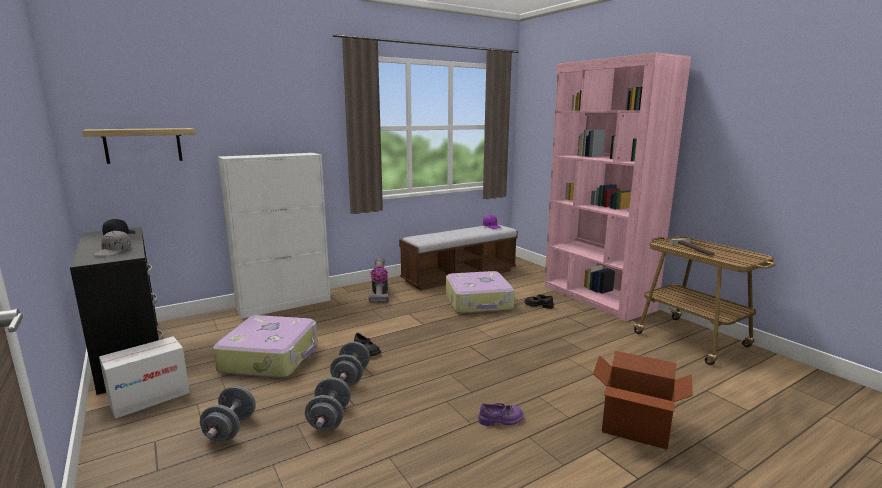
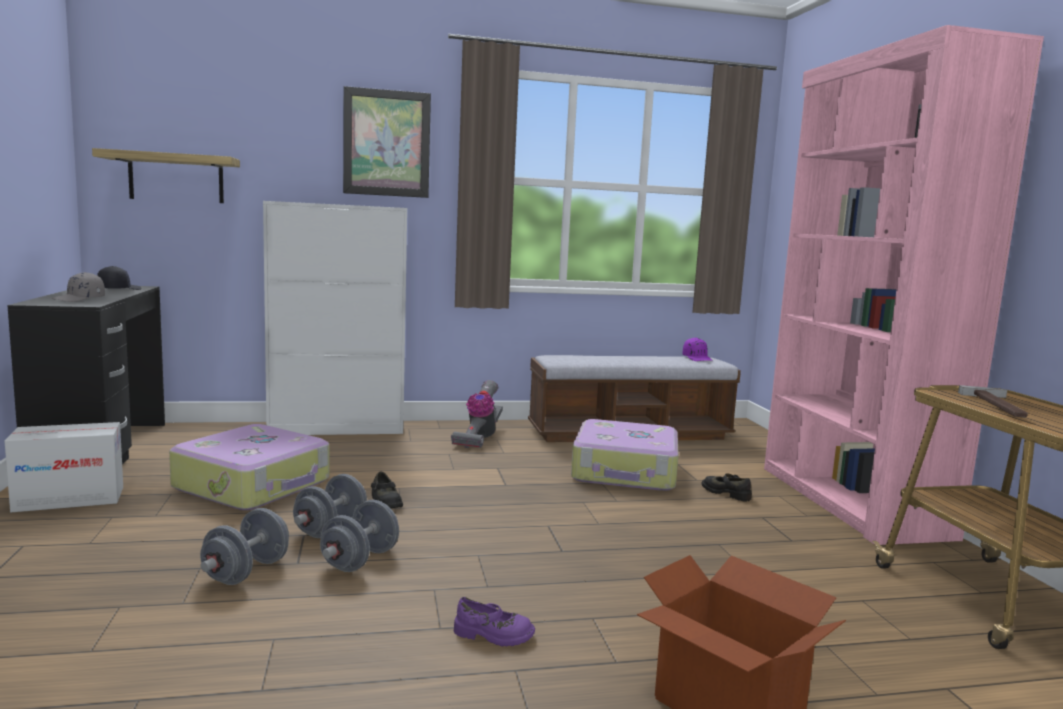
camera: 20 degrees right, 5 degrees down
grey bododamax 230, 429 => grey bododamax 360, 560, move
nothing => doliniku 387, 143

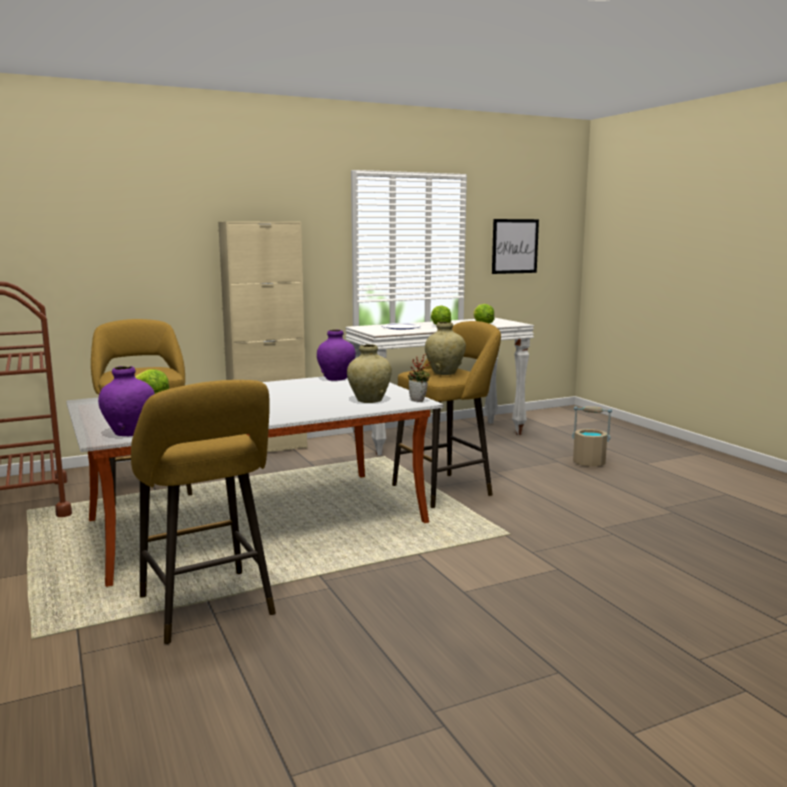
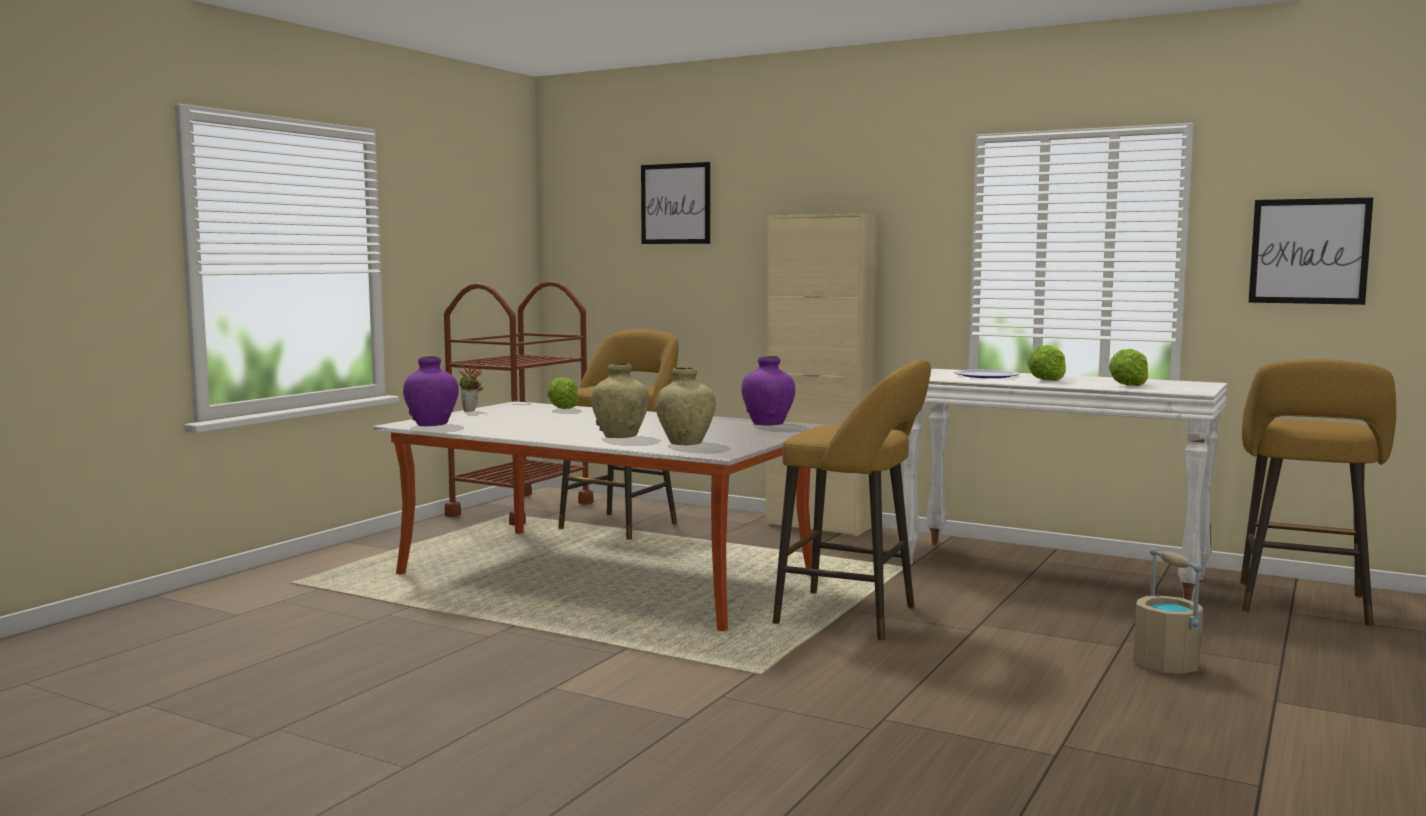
camera: 55 degrees right, 5 degrees down
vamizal 419, 400 => vamizal 471, 411, move
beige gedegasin 444, 373 => beige gedegasin 620, 436, move
nothing => doliniku 675, 204
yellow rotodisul 209, 609 => yellow rotodisul 1303, 605, move

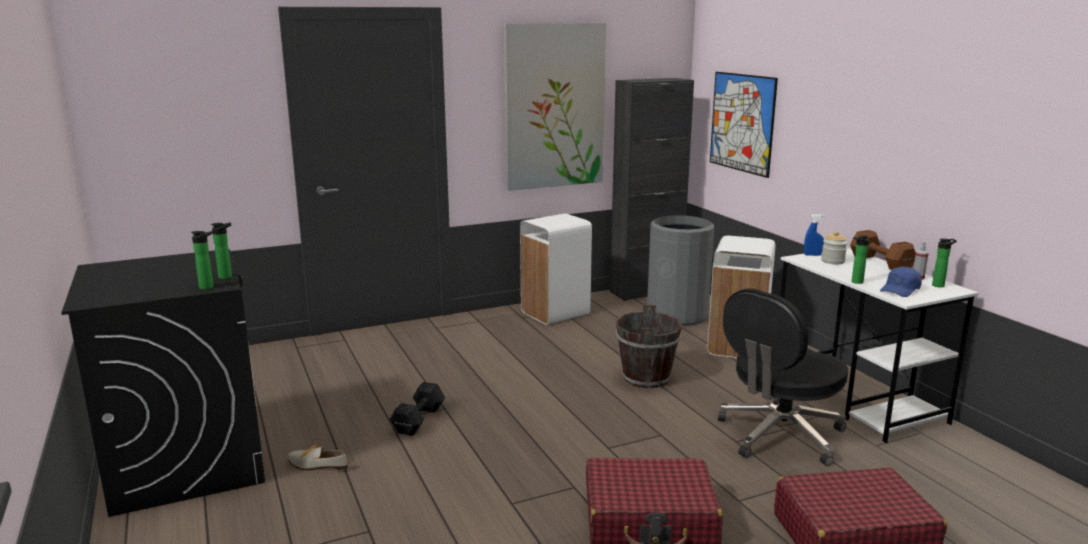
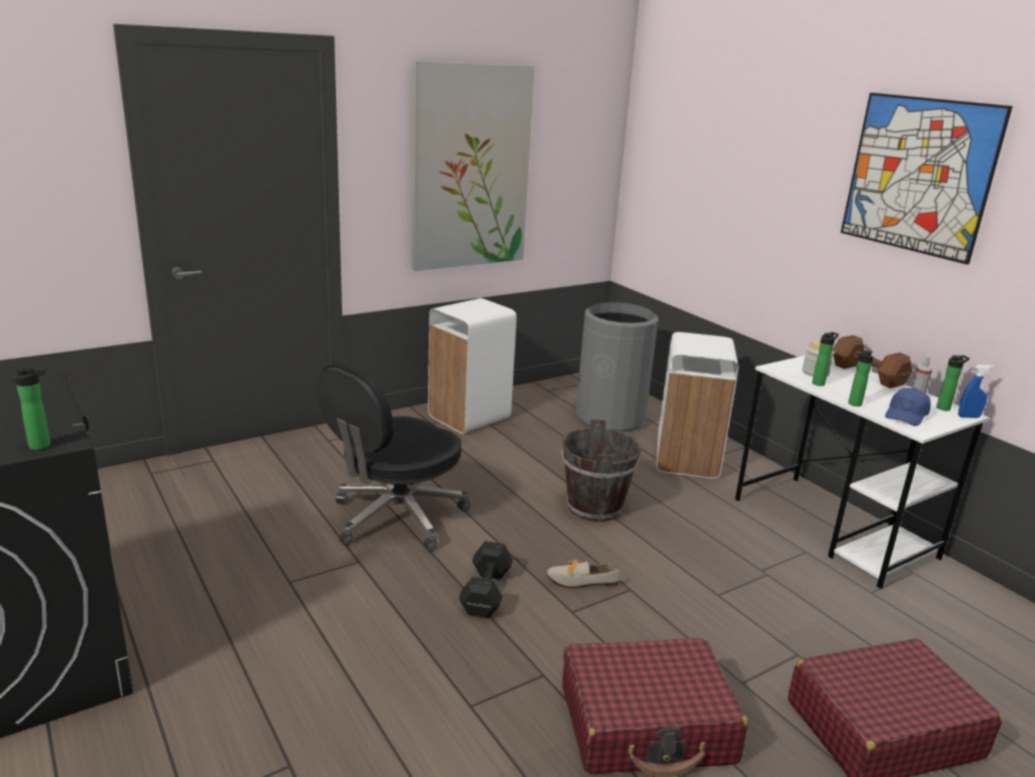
camera: 10 degrees left, 5 degrees up
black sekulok 779, 435 => black sekulok 396, 518, move
black bododamax 417, 421 => black bododamax 484, 594, move
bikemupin 315, 464 => bikemupin 577, 581, move
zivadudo 227, 277 => zivadudo 819, 383, move
doliniku 742, 122 => doliniku 918, 175, move
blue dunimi 812, 255 => blue dunimi 968, 417, move
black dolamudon 646, 291 => nothing

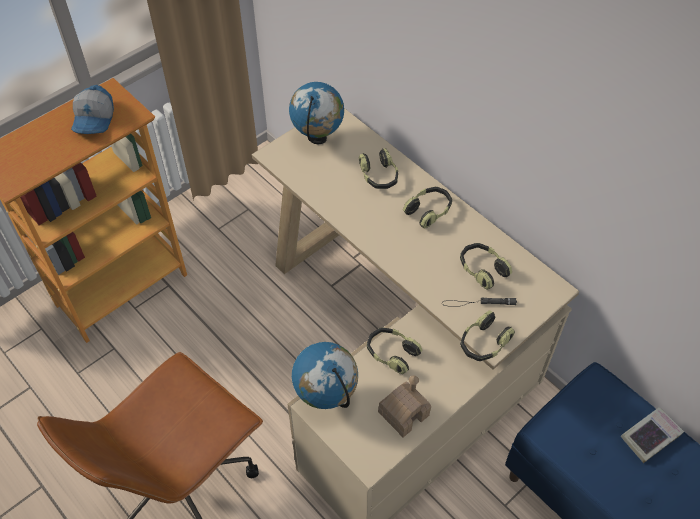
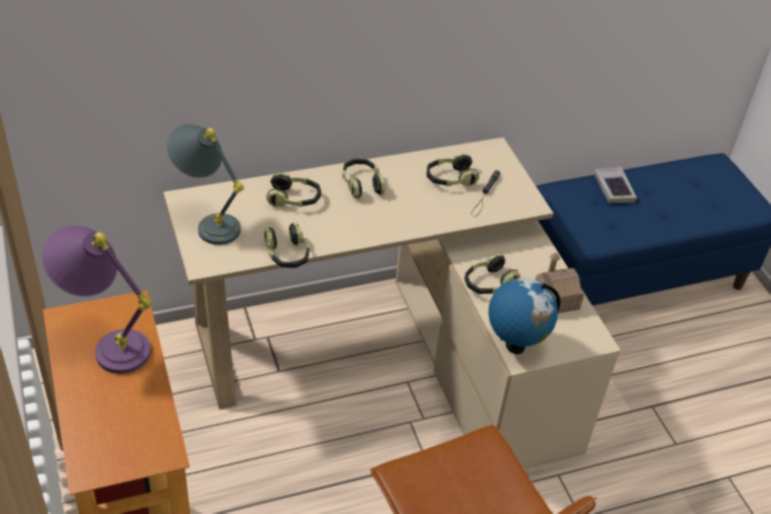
camera: 70 degrees left, 10 degrees down
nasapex 95, 119 => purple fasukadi 107, 344
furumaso 318, 139 => grey fasukadi 208, 222
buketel 484, 343 => buketel 287, 255, move

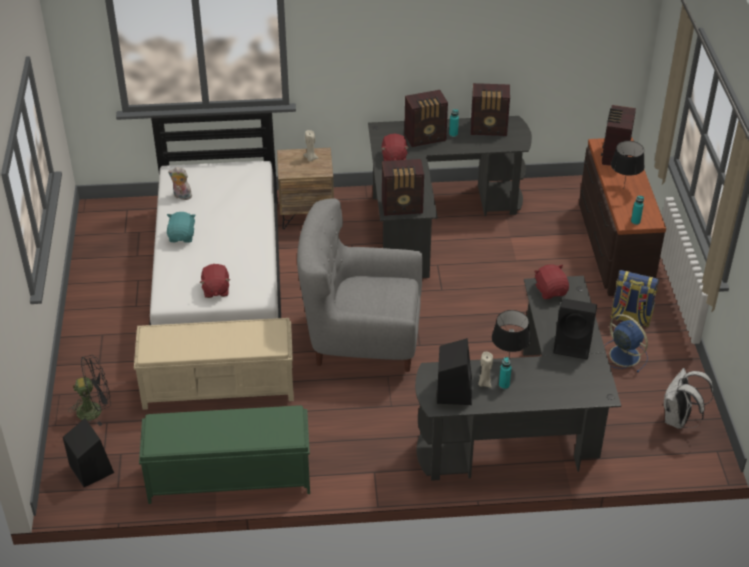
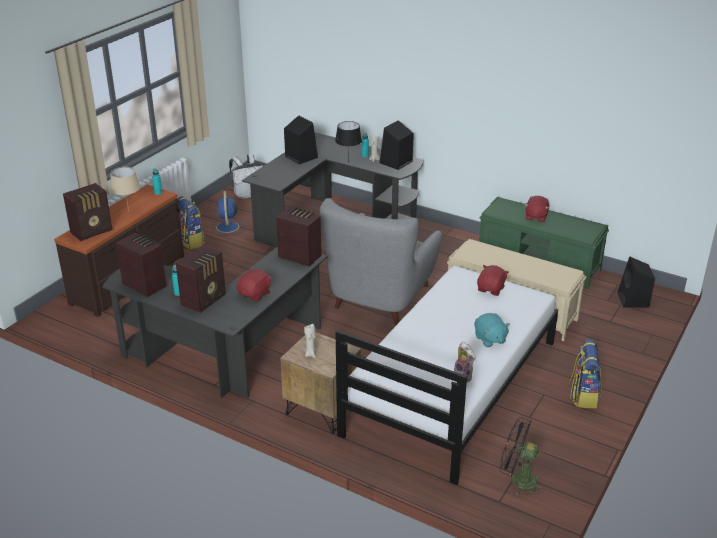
camera: 145 degrees left, 10 degrees down
black fasukadi 623, 189 => beige fasukadi 129, 211
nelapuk 426, 138 => nelapuk 205, 299, 105 degrees clockwise
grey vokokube 361, 339 => grey vokokube 380, 298, 75 degrees clockwise
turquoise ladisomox 182, 236 => turquoise ladisomox 490, 339, 60 degrees counterclockwise
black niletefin 95, 409 => black niletefin 517, 479, move
red ladisomox 551, 291 => red ladisomox 535, 217, move
nothing => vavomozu 583, 395

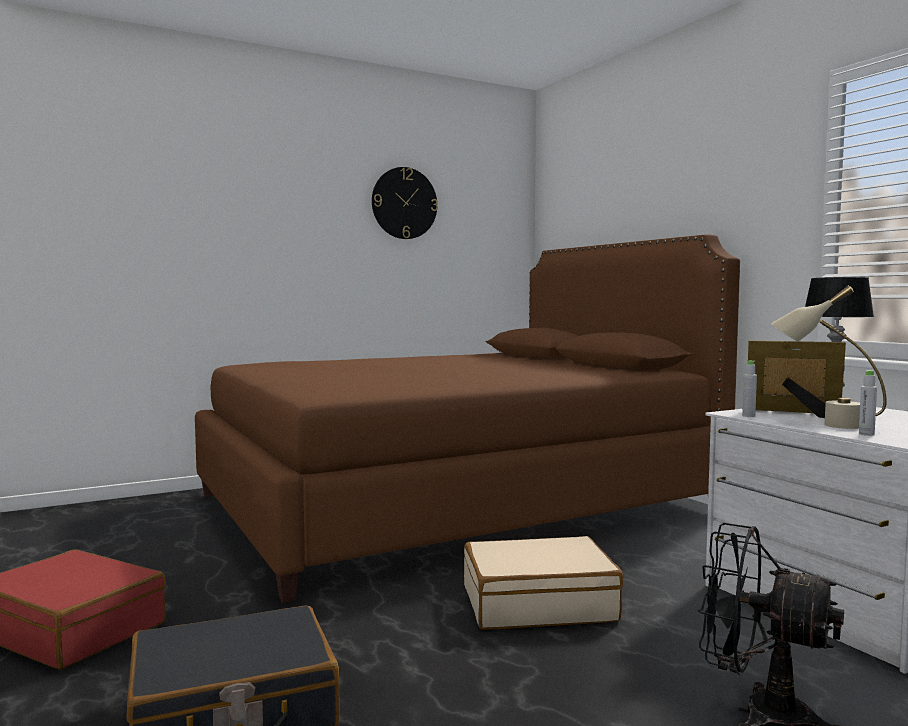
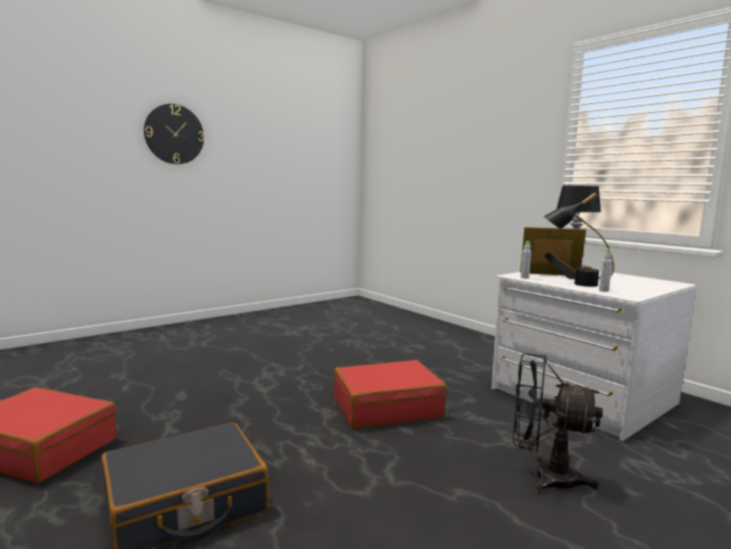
camera: 10 degrees left, 5 degrees up
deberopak 404, 203 => deberopak 174, 134, move
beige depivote 538, 603 => red depivote 387, 407
beige fasukadi 824, 424 => black fasukadi 574, 283
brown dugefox 452, 503 => nothing

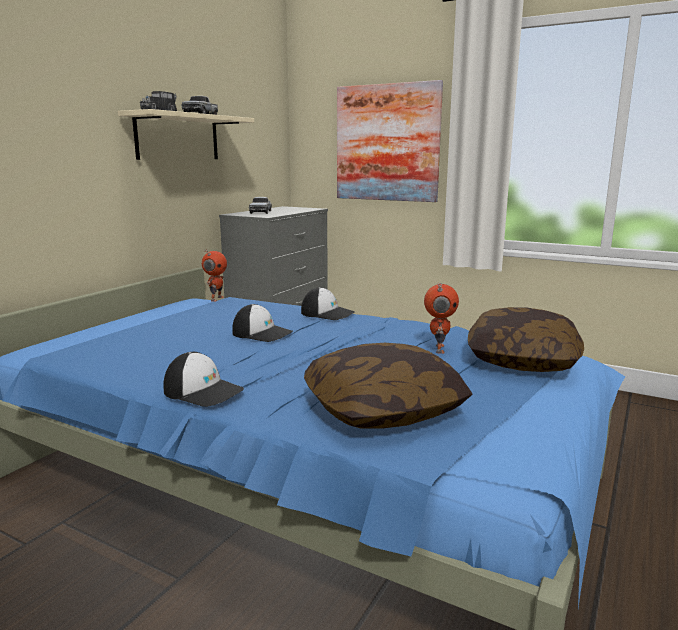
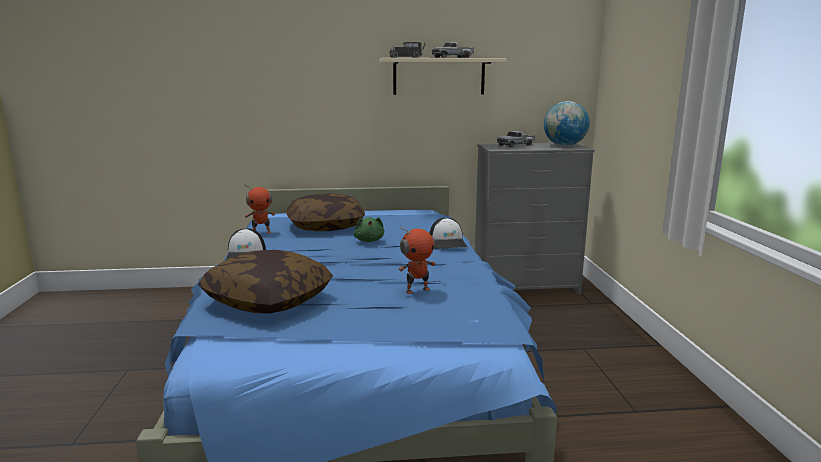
camera: 55 degrees right, 0 degrees up
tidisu 216, 299 => tidisu 261, 233, move
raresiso 522, 359 => raresiso 326, 226, move
nasapex 262, 333 => green ladisomox 369, 240
nothing => furumaso 564, 146
doliniku 387, 143 => nothing

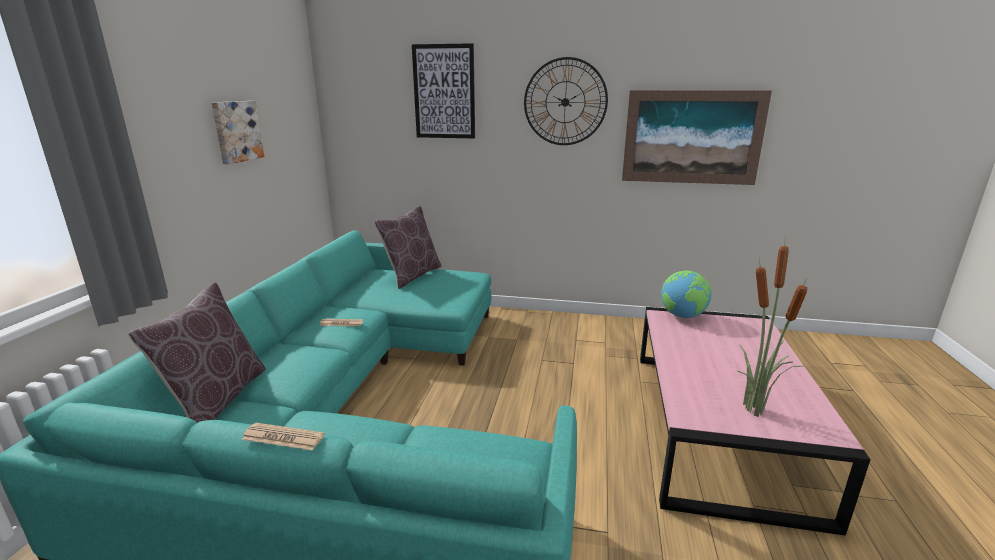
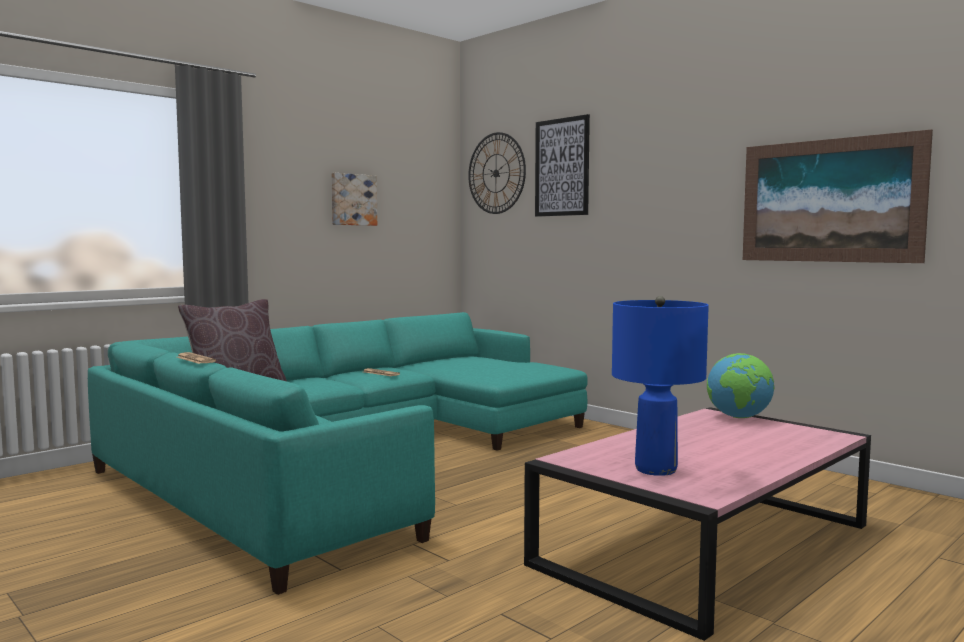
camera: 35 degrees right, 15 degrees down
deberopak 565, 102 => deberopak 496, 173, move
vamizal 755, 409 => blue fasukadi 655, 469
brown raresiso 412, 275 => nothing

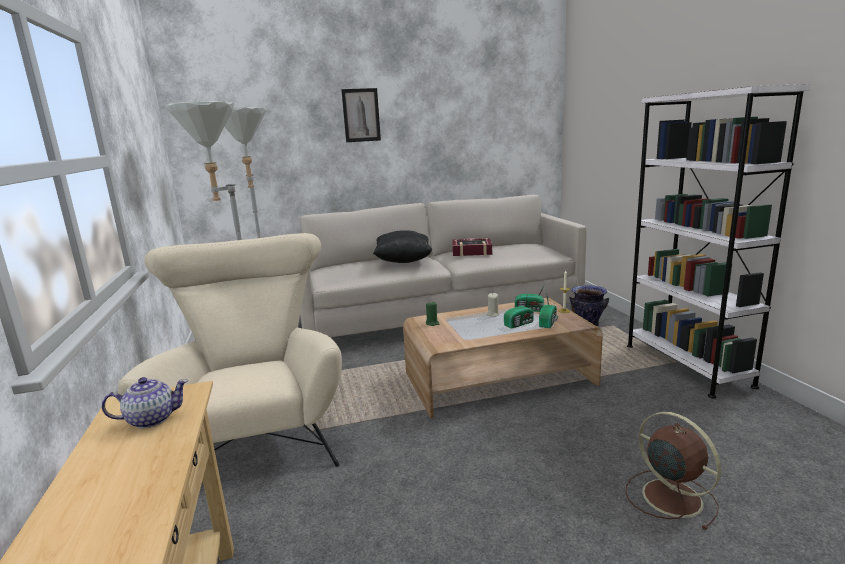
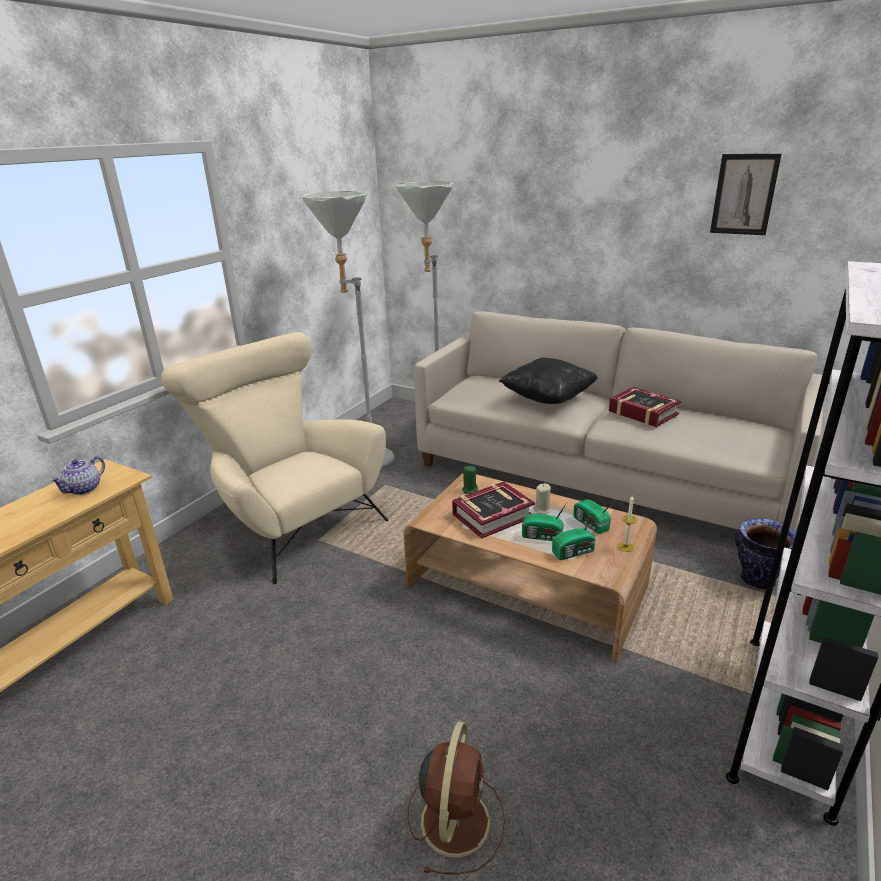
camera: 45 degrees right, 10 degrees up
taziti 151, 419 => taziti 84, 489, 90 degrees clockwise
beige vokokube 257, 433 => beige vokokube 292, 521, 75 degrees counterclockwise
nothing => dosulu 492, 515
doliniku 361, 115 => doliniku 744, 194, move

